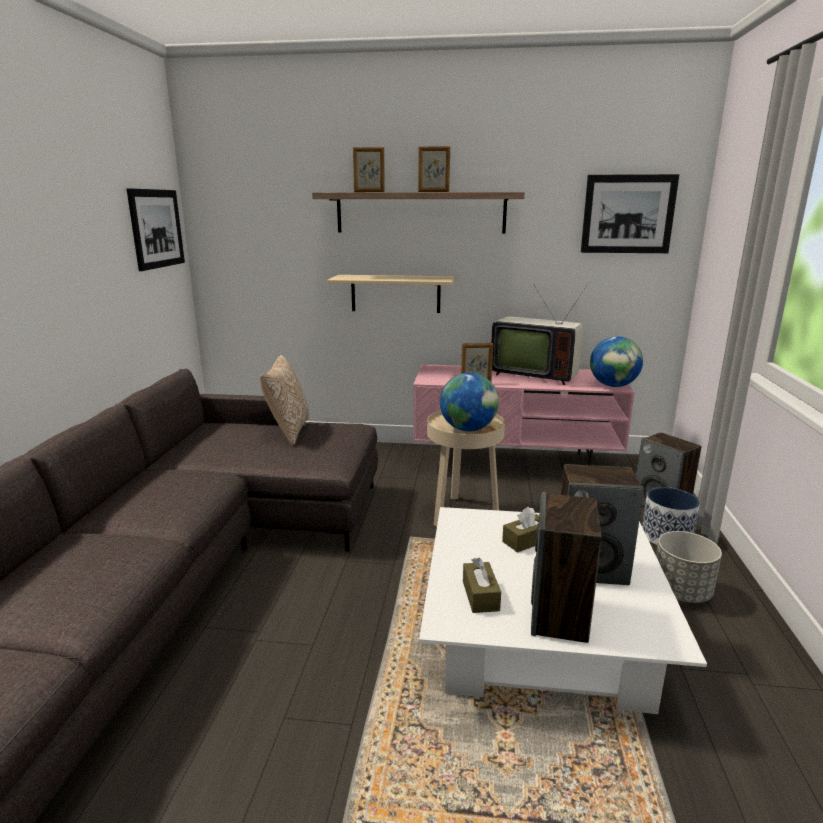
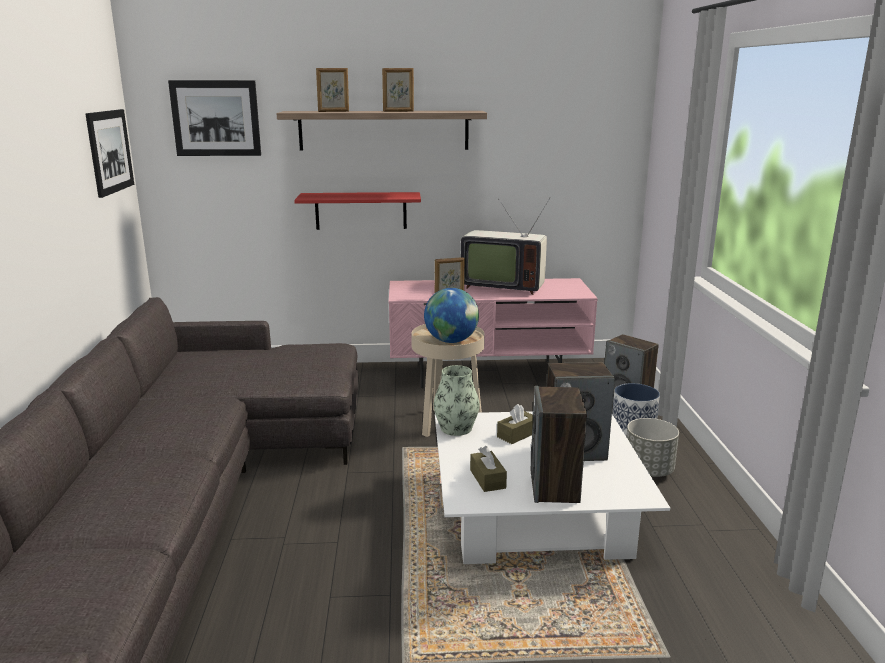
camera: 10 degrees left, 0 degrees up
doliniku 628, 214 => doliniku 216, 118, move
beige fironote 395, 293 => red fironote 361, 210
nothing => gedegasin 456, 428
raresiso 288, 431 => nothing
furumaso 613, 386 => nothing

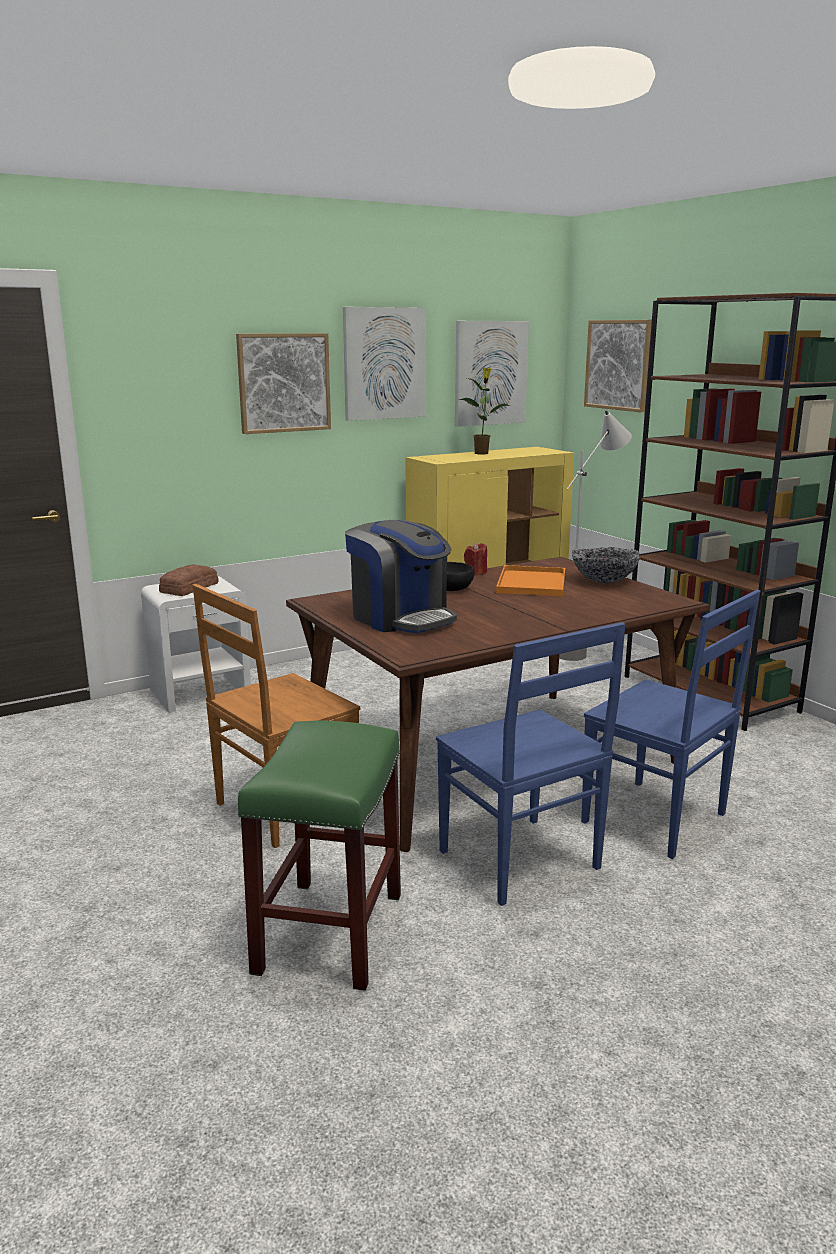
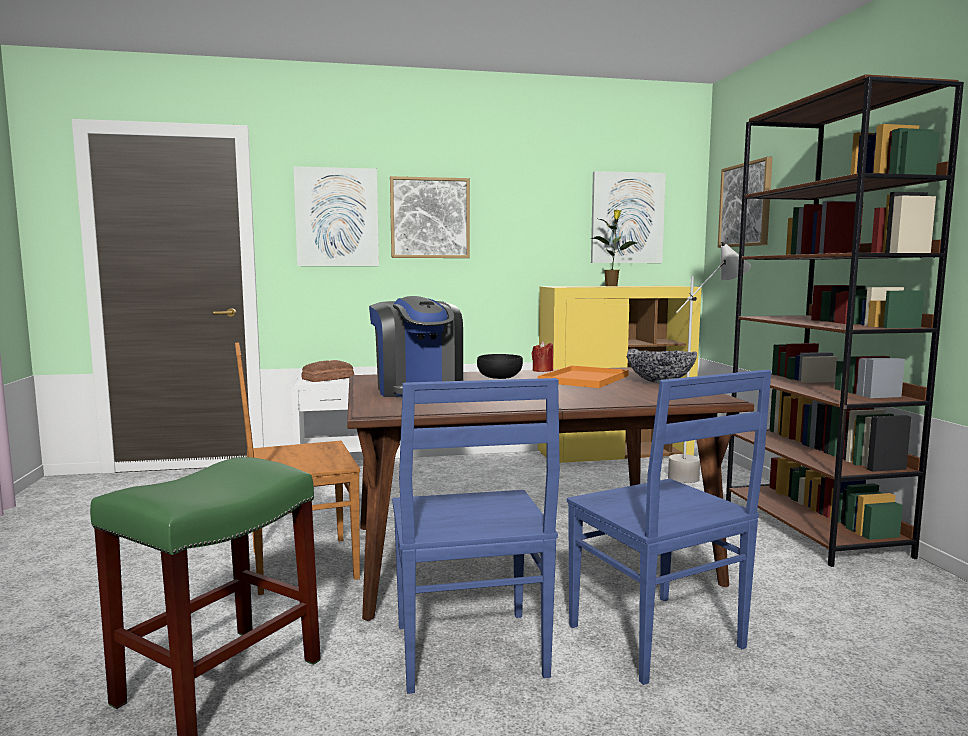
camera: 20 degrees right, 10 degrees down
doliniku 384, 363 => doliniku 337, 217, move

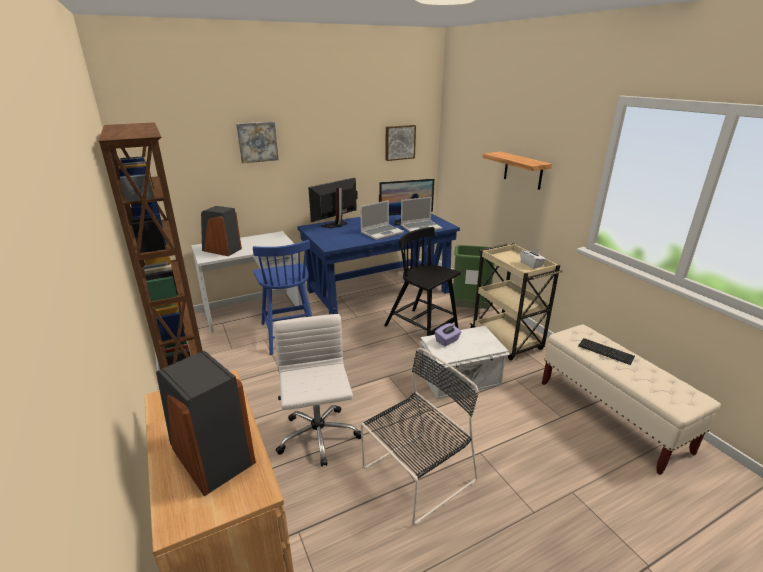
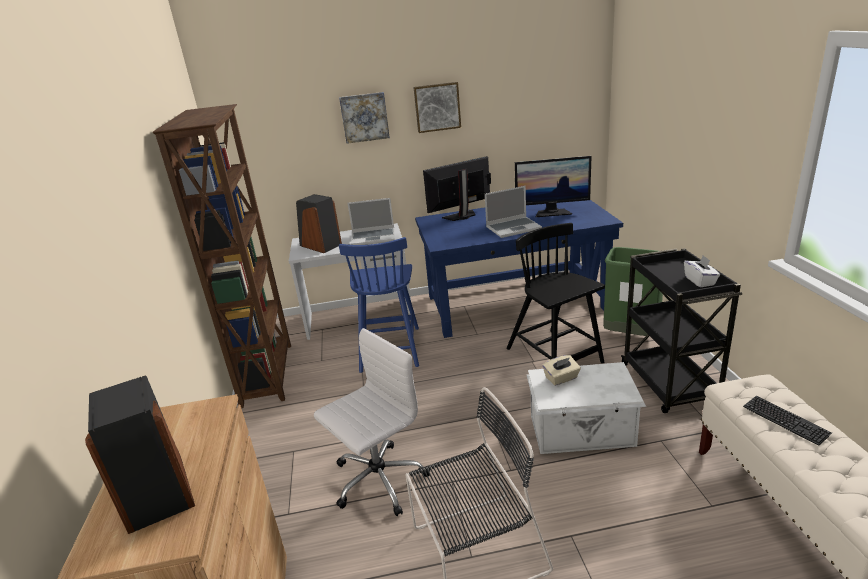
camera: 20 degrees right, 0 degrees up
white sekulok 318, 437 => white sekulok 377, 481, 45 degrees clockwise
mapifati 421, 227 => mapifati 374, 237, move
doliniku 399, 142 => doliniku 437, 107, move
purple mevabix 447, 341 => beige mevabix 561, 378
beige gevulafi 507, 340 => black gevulafi 669, 384
fironote 523, 170 => nothing

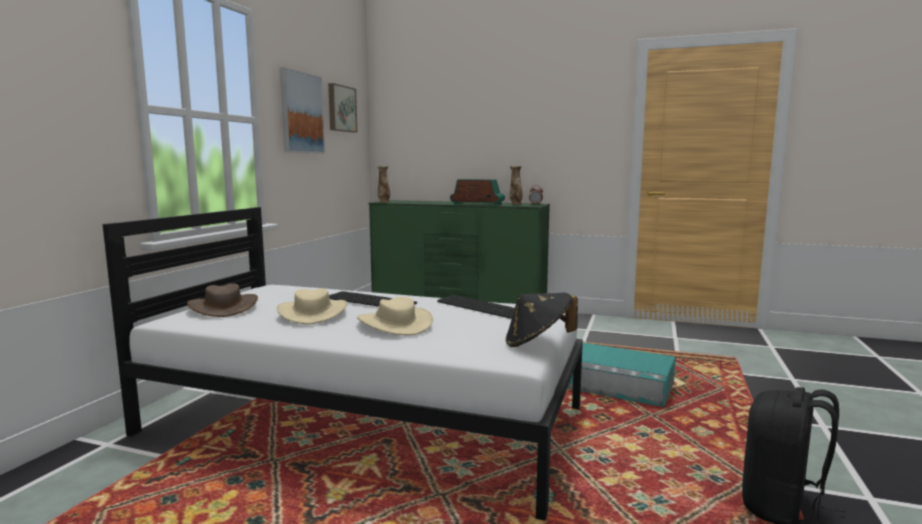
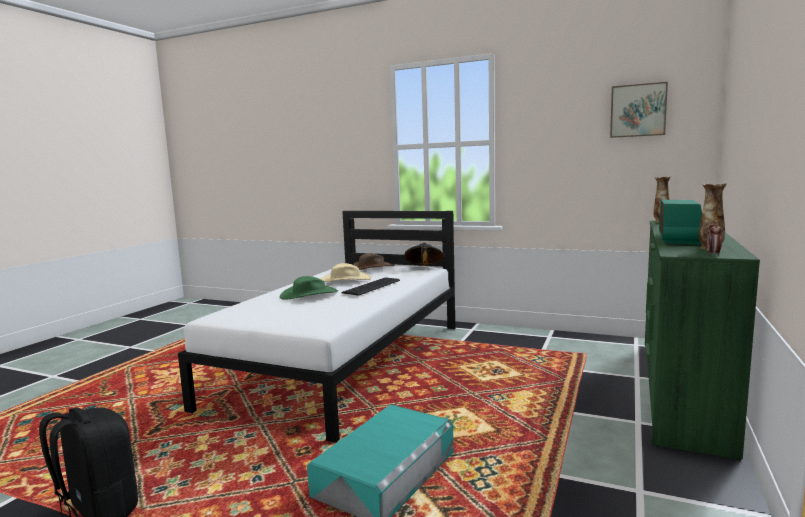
camera: 95 degrees right, 0 degrees up
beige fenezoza 395, 324 => green fenezoza 309, 294
black fenezoza 538, 343 => black fenezoza 424, 268, move
doliniku 301, 113 => nothing
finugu 481, 306 => nothing

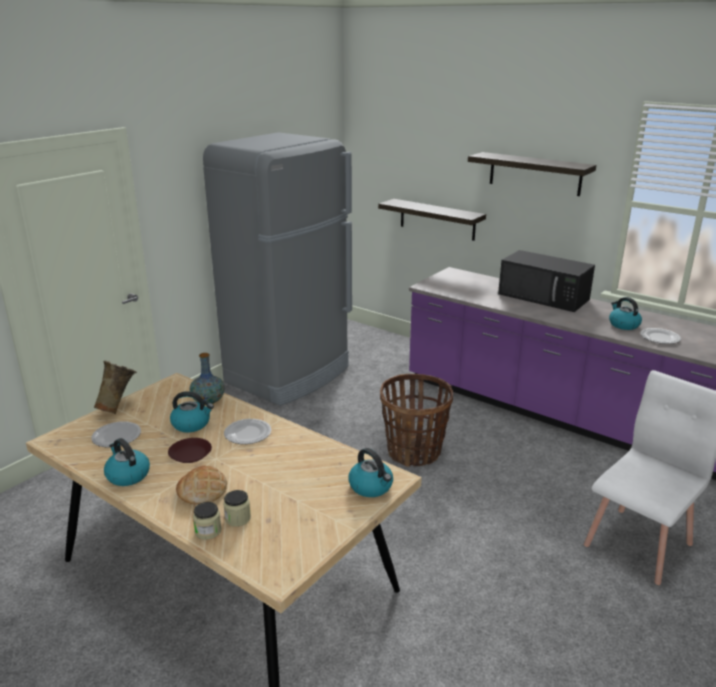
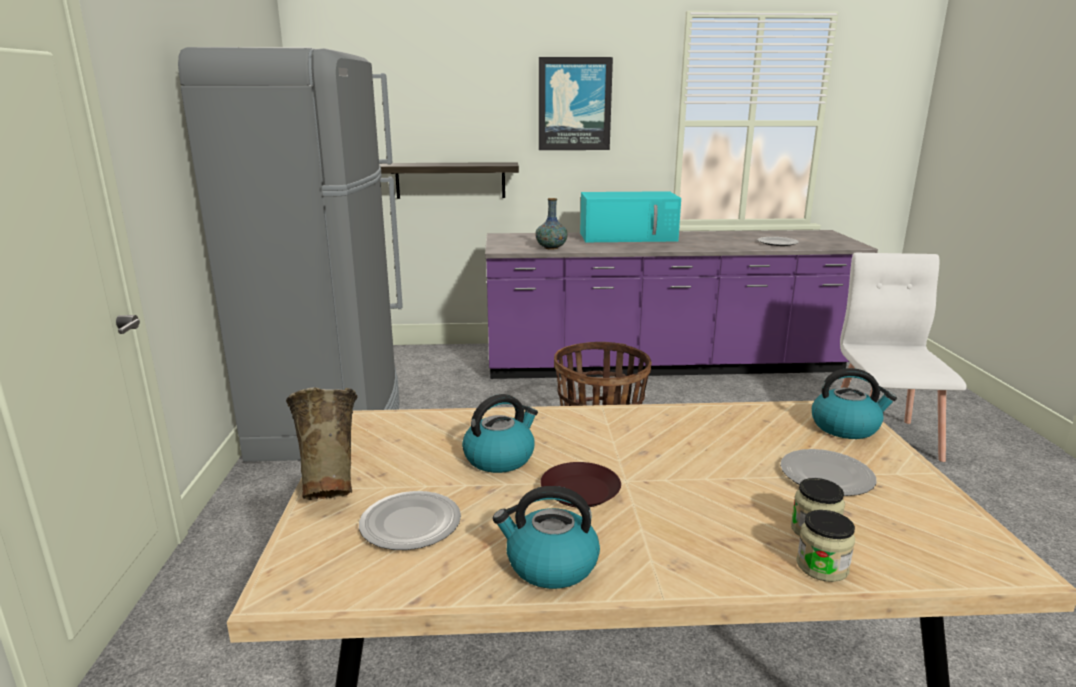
camera: 40 degrees left, 5 degrees down
gedegasin 208, 401 => gedegasin 551, 248, move
fironote 535, 173 => doliniku 574, 104
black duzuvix 544, 297 => turquoise duzuvix 629, 237
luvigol 247, 433 => luvigol 826, 476, move
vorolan 202, 490 => nothing
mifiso 623, 325 => nothing

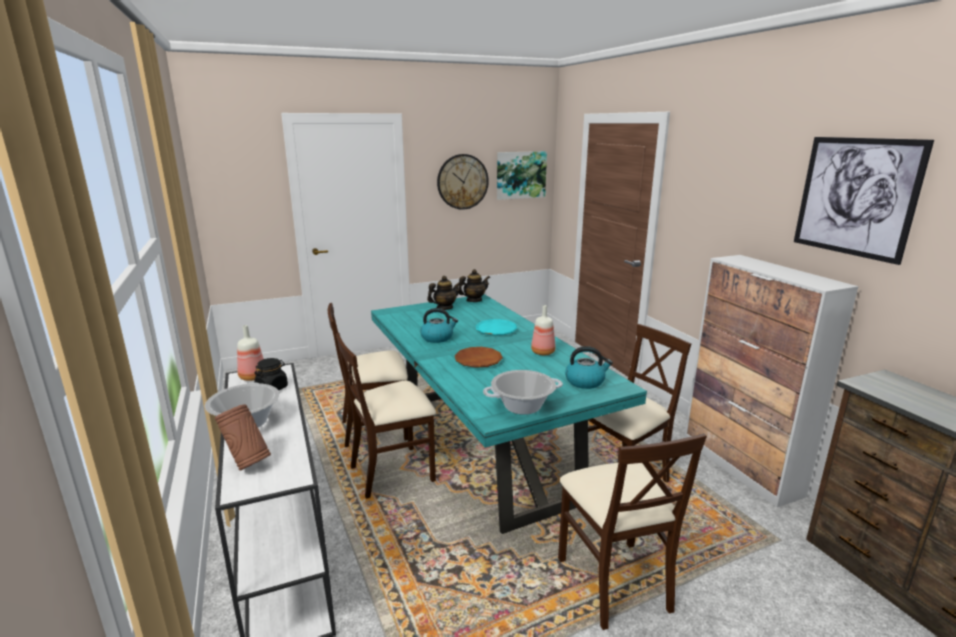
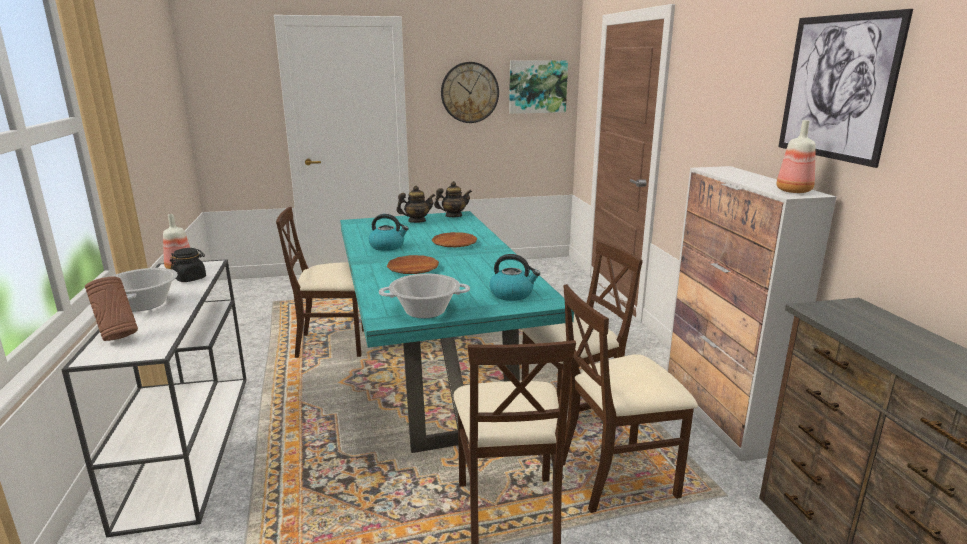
camera: 10 degrees right, 0 degrees up
turquoise luvigol 496, 330 => brown luvigol 454, 243
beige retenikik 393, 472 => beige retenikik 617, 477, move
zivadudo 543, 352 => zivadudo 794, 191, move

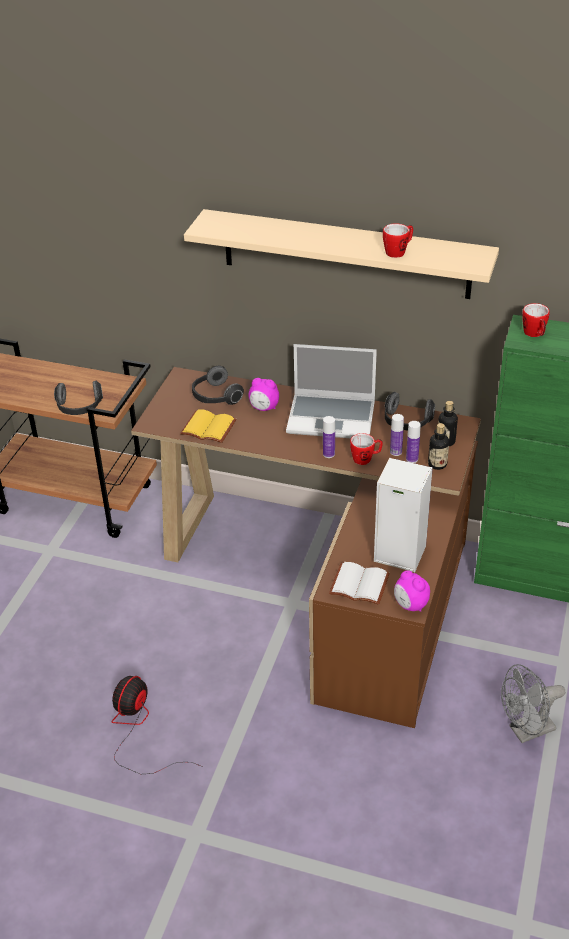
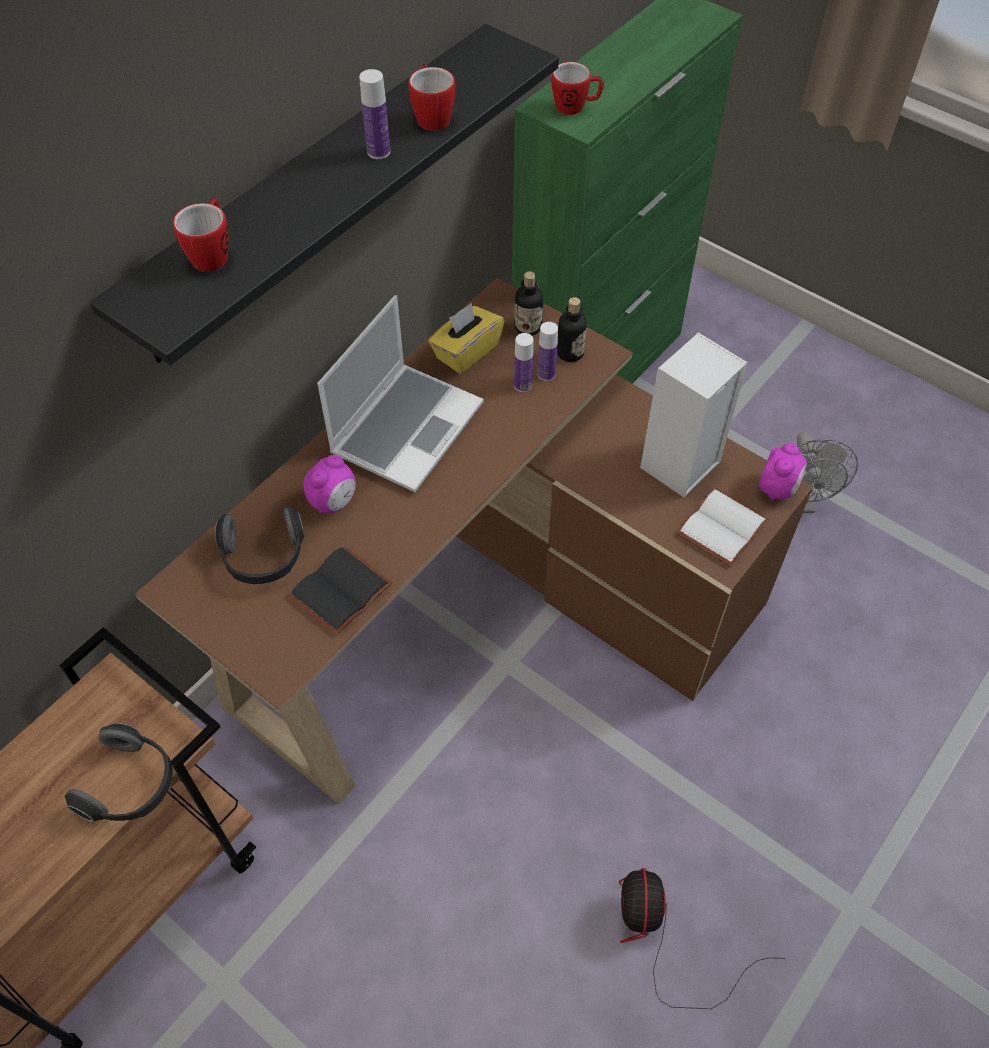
camera: 70 degrees left, 15 degrees up
beige fironote 345, 254 => black fironote 316, 192
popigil 366, 459 => popigil 212, 254, move
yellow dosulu 207, 428 => black dosulu 341, 593
zivadudo 328, 454 => zivadudo 378, 152, move
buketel 406, 423 => yellow mevabix 466, 352
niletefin 138, 730 => niletefin 662, 937, 45 degrees clockwise
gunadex 410, 605 => gunadex 777, 488, 45 degrees counterclockwise

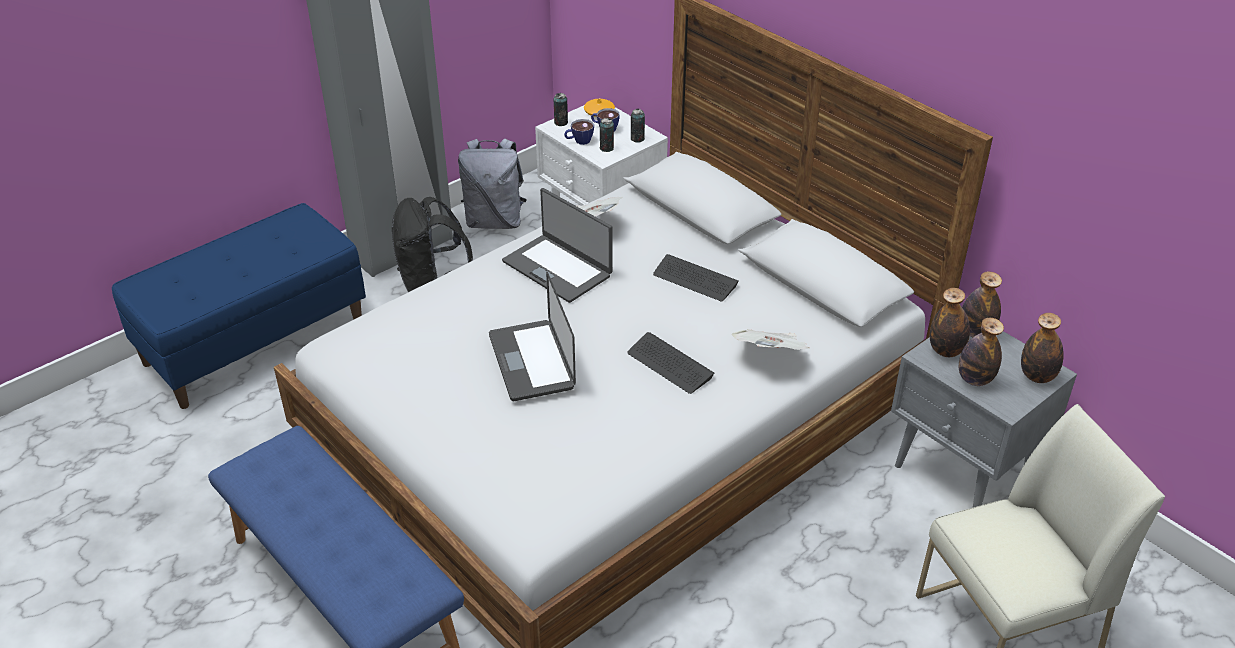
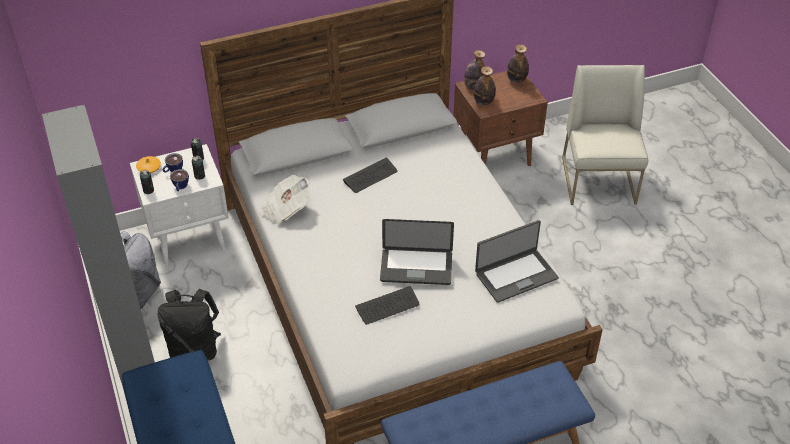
camera: 70 degrees left, 5 degrees up
finugu 669, 364 => finugu 387, 306, move
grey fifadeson 963, 472 => brown fifadeson 496, 156
mapifati 558, 268 => mapifati 515, 275, move
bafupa 771, 355 => nothing
zivadudo 975, 379 => nothing

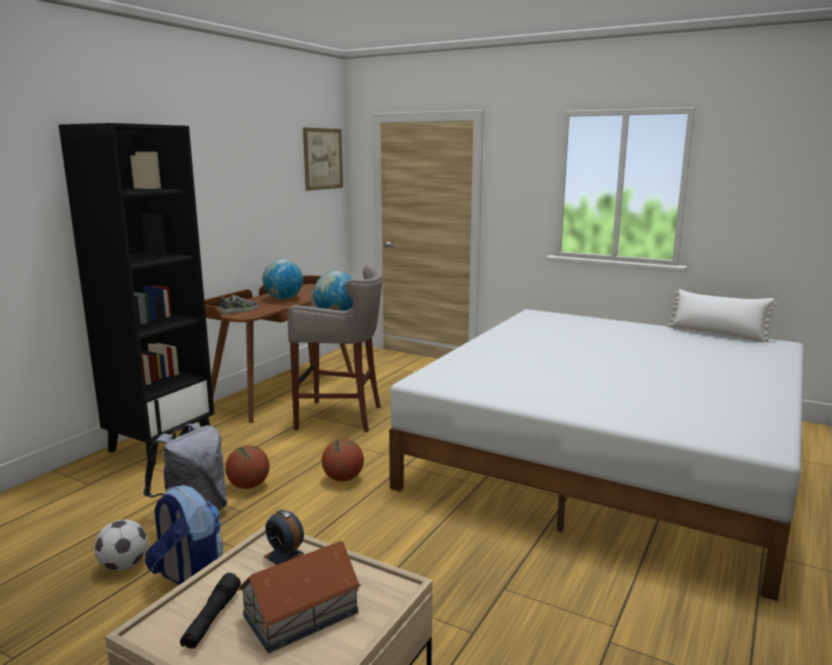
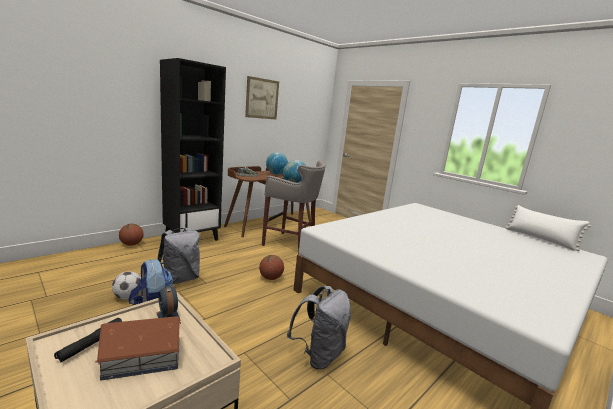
camera: 15 degrees right, 0 degrees up
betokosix 249, 486 => betokosix 131, 244, move
doliniku 323, 159 => doliniku 262, 98, move
nothing => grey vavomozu 319, 355

